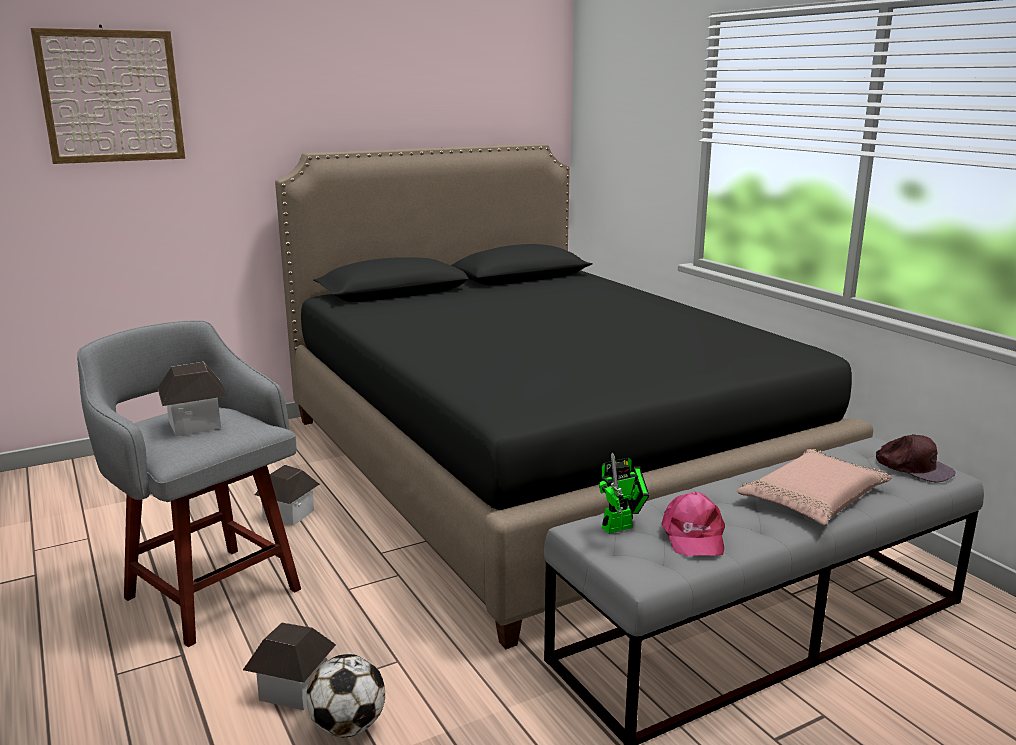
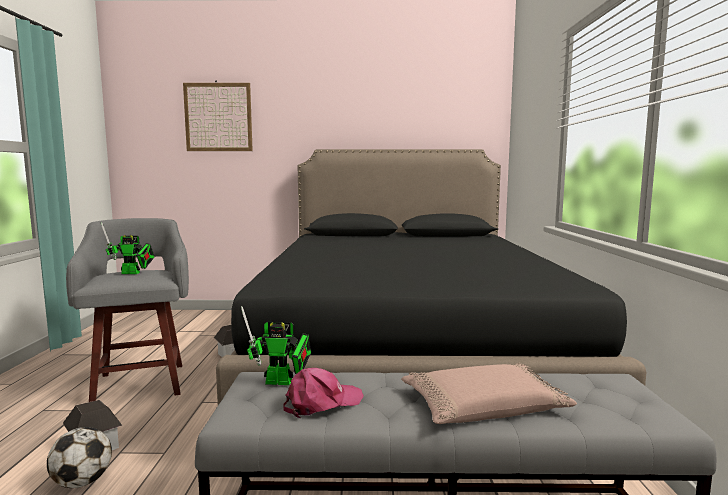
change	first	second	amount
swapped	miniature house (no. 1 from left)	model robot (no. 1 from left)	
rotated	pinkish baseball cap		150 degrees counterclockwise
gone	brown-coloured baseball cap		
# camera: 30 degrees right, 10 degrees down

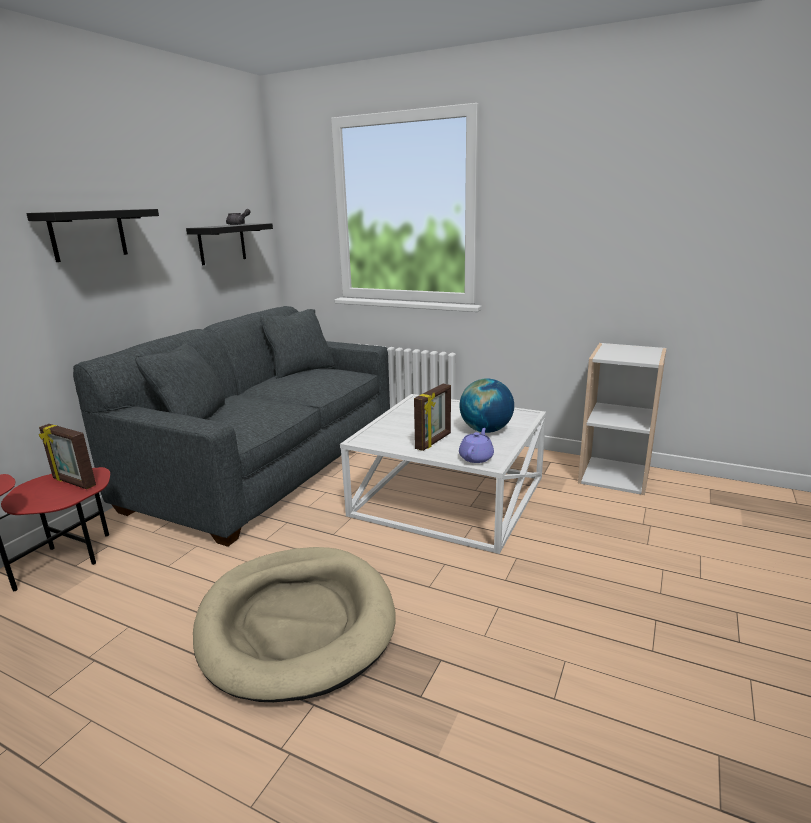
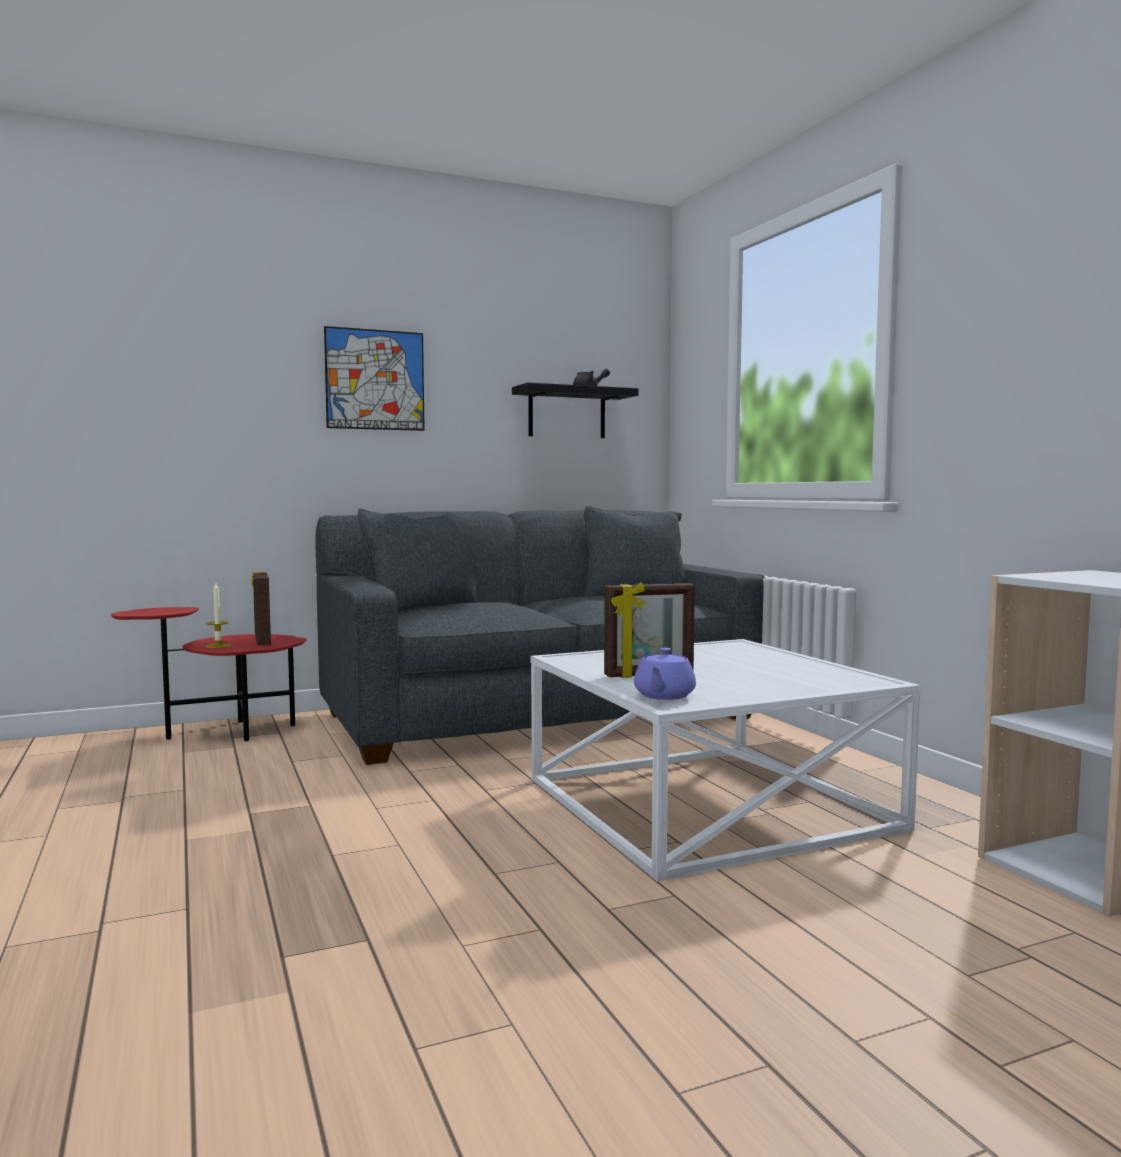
change	first	second	amount
new		candle	
swapped	black wall shelf (no. 1 from left)	wall picture	
rotated	purple tea pot		135 degrees clockwise
gone	beige-coloured dog cushion		
gone	globe		
# camera: 40 degrees right, 15 degrees down

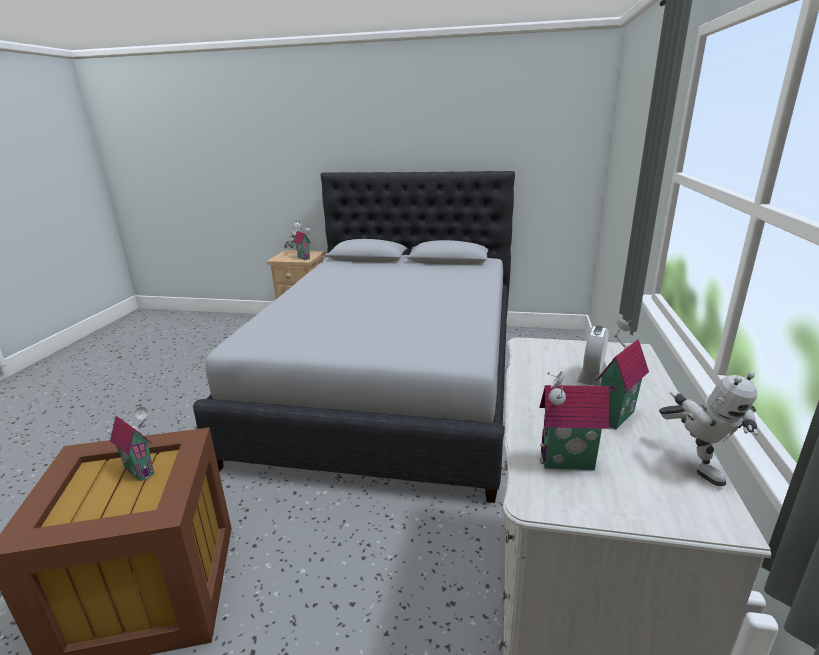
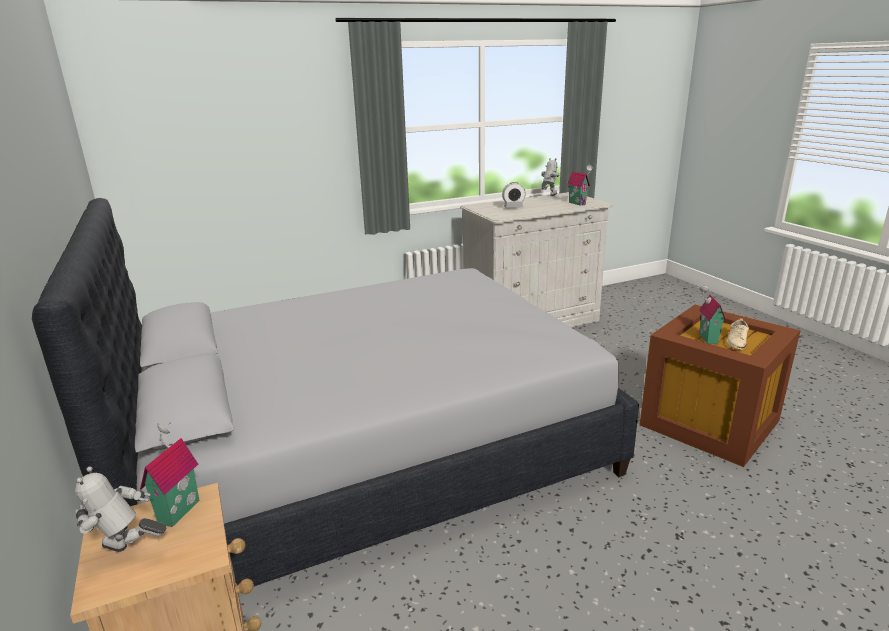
change	first	second	amount
new		beige-coloured item of footwear	
gone	miniature house (no. 4 from left)		
# camera: 125 degrees left, 0 degrees up

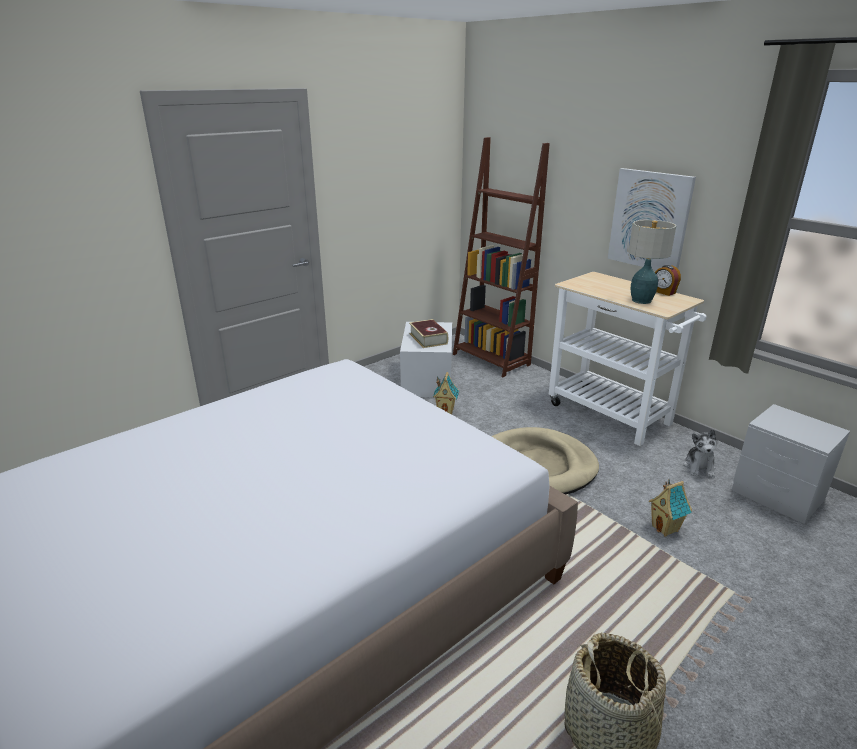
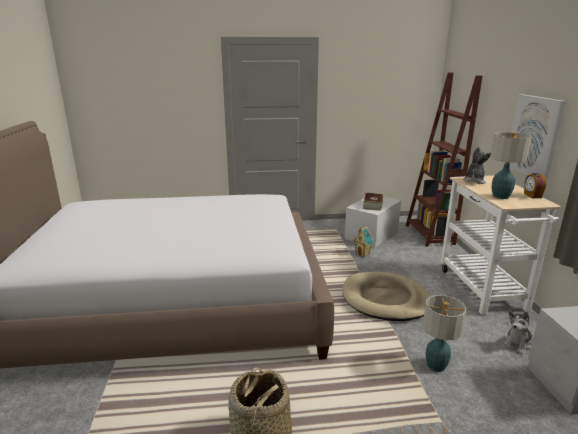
change	first	second	amount
swapped	miniature house (no. 2 from left)	tabletop lamp (no. 1 from left)	
new		soft toy (no. 1 from left)	
# camera: 35 degrees right, 5 degrees down

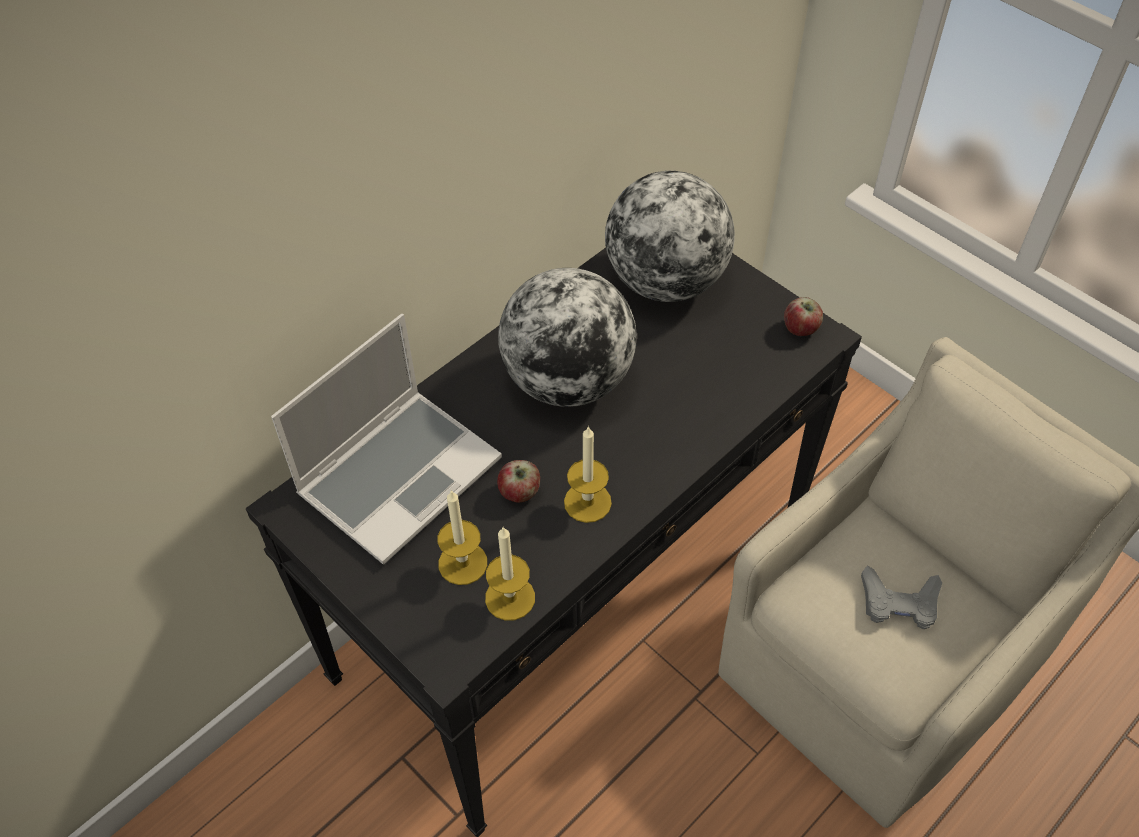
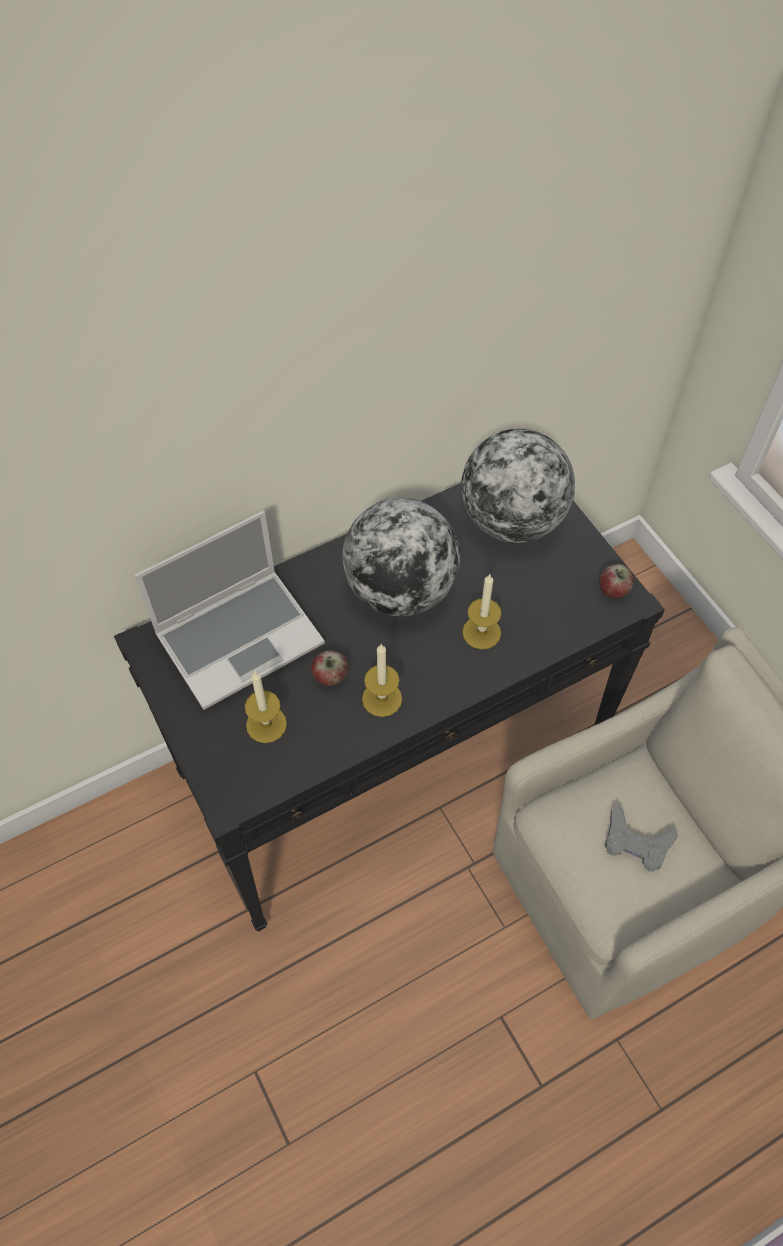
change	first	second	amount
shifted	candle (no. 2 from left in the first image)	candle (no. 3 from left)	
# camera: 15 degrees right, 5 degrees up

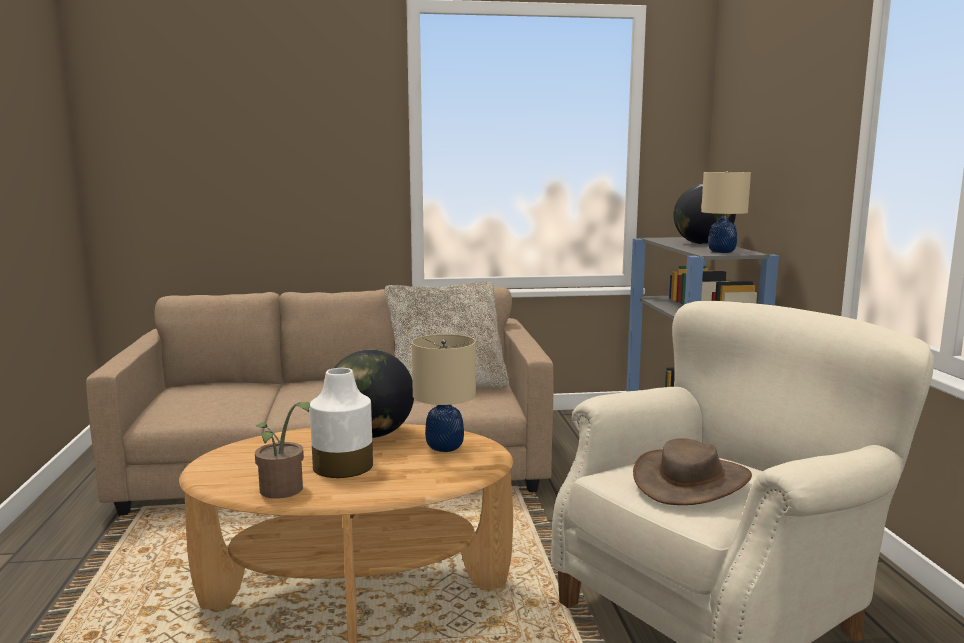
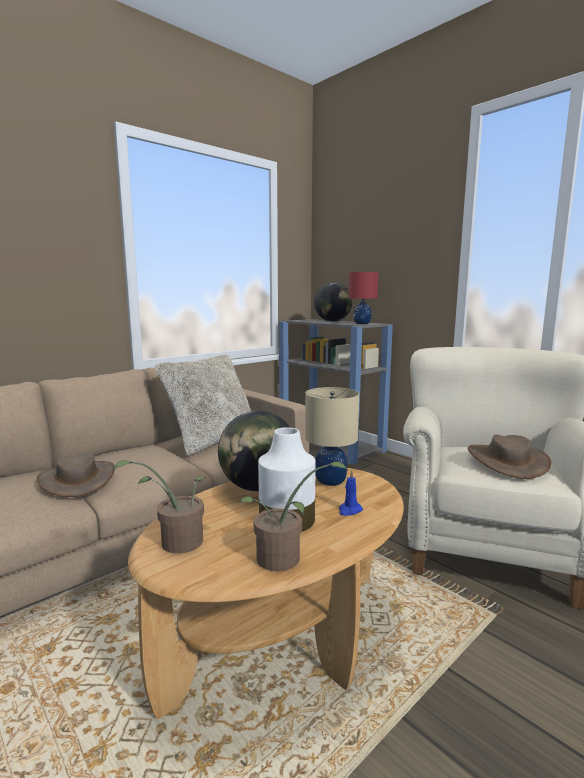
change	first	second	amount
new		brown-coloured clothing hat (no. 1 from left)	
new		potted plant (no. 1 from left)	
new		bluish candle	
repainted	beige-coloured tabletop lamp (no. 2 from left)	red-coloured tabletop lamp	
# camera: 35 degrees left, 0 degrees up

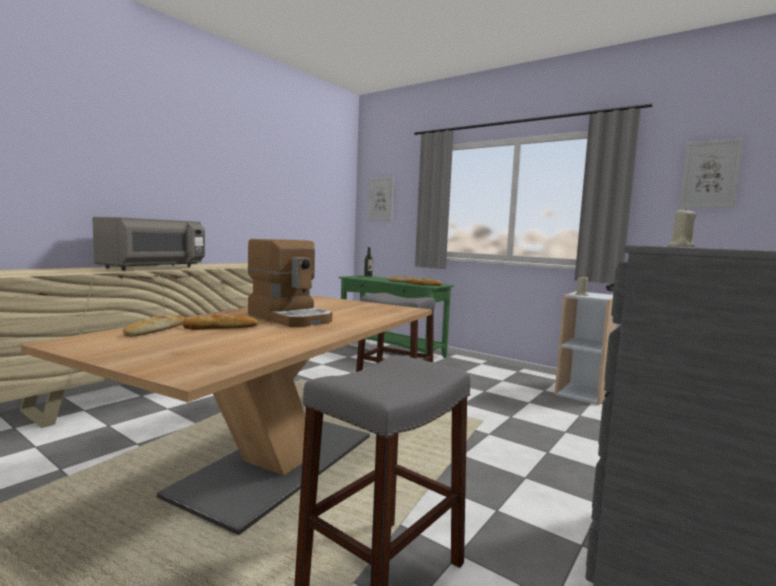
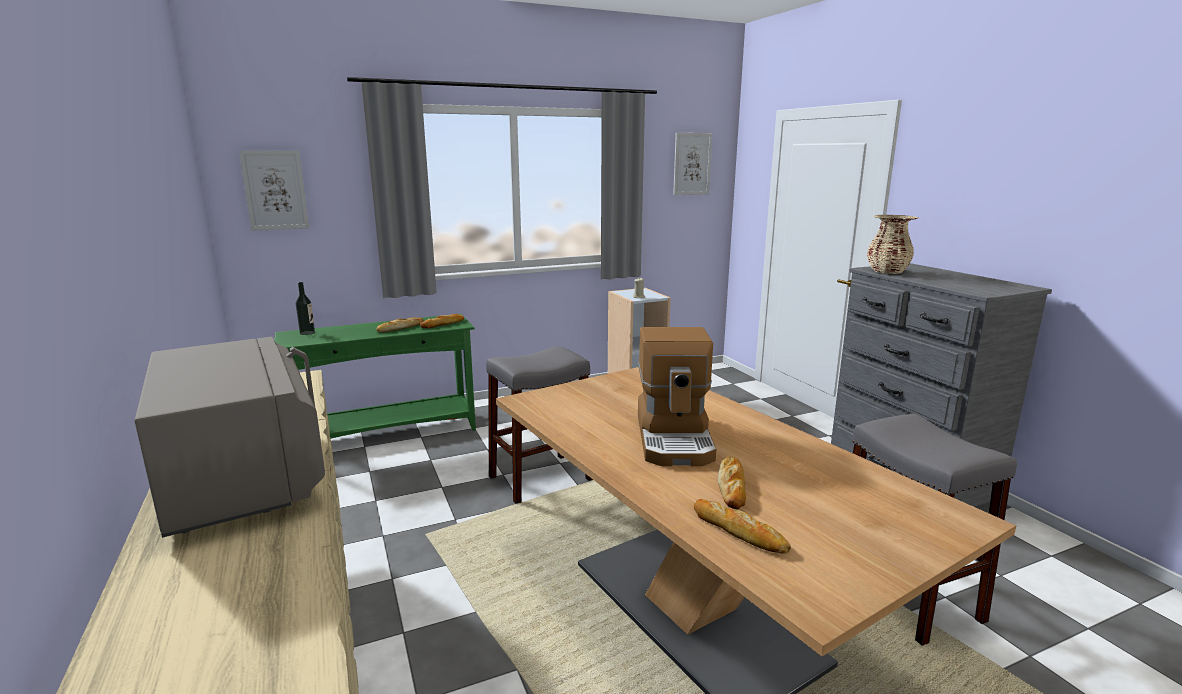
change	first	second	amount
rotated	coffee maker		105 degrees clockwise
swapped	beige-coloured candle (no. 2 from left)	beige-coloured vase	
# camera: 60 degrees left, 10 degrees up

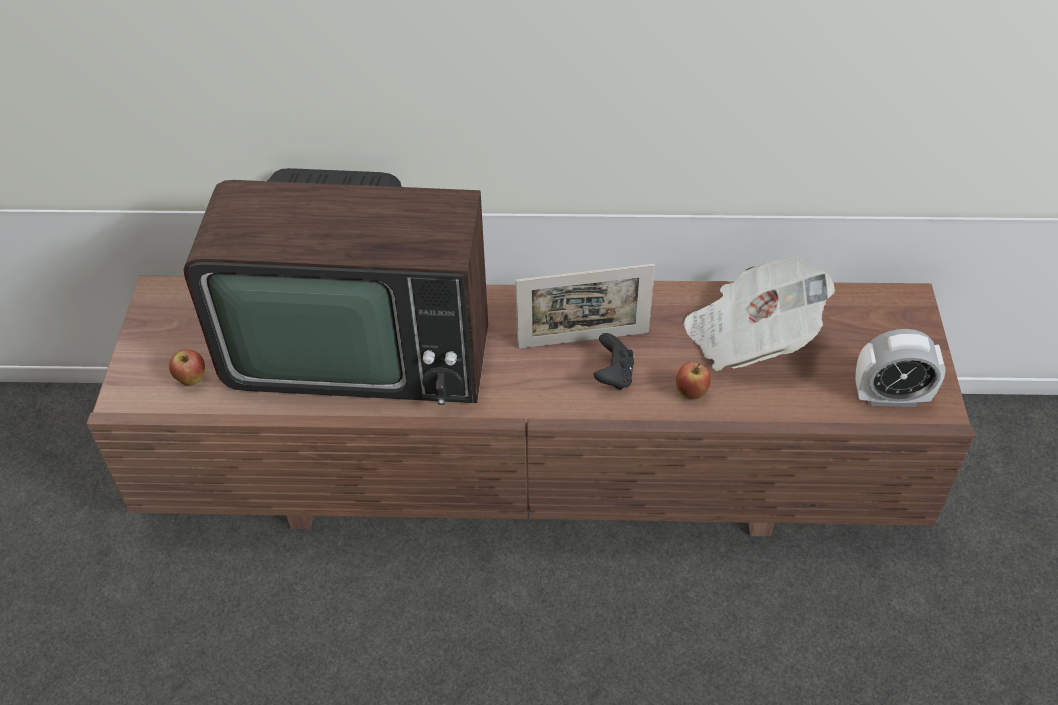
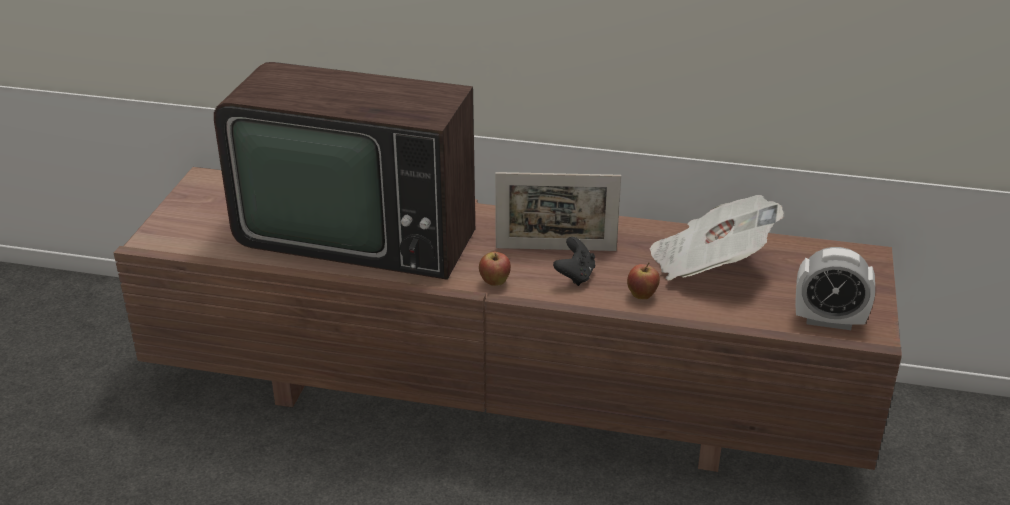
change	first	second	amount
shifted	whole apple (no. 1 from left)		
# camera: 10 degrees right, 15 degrees down

